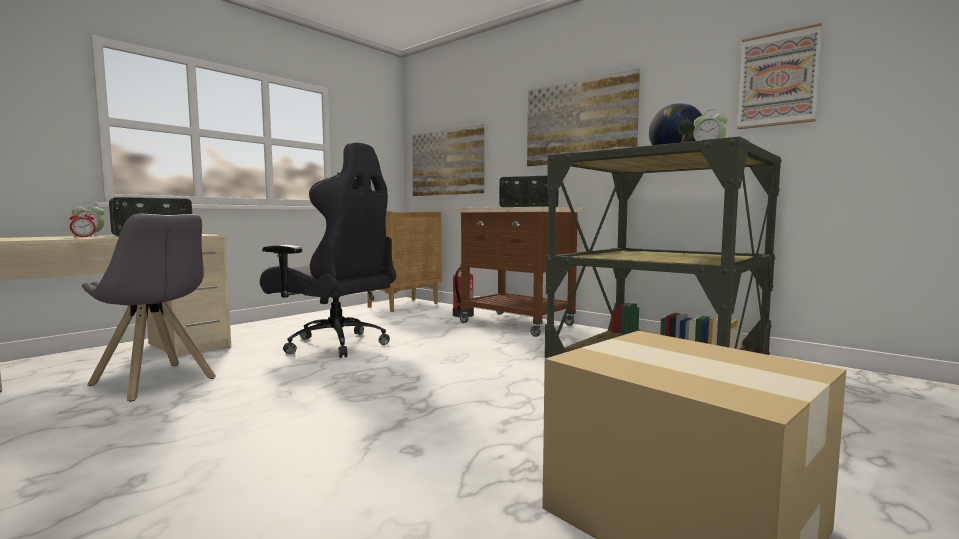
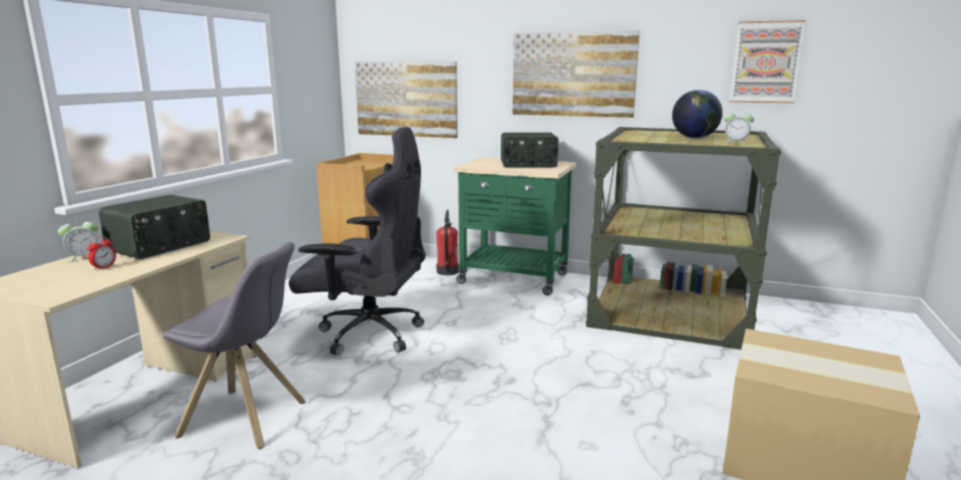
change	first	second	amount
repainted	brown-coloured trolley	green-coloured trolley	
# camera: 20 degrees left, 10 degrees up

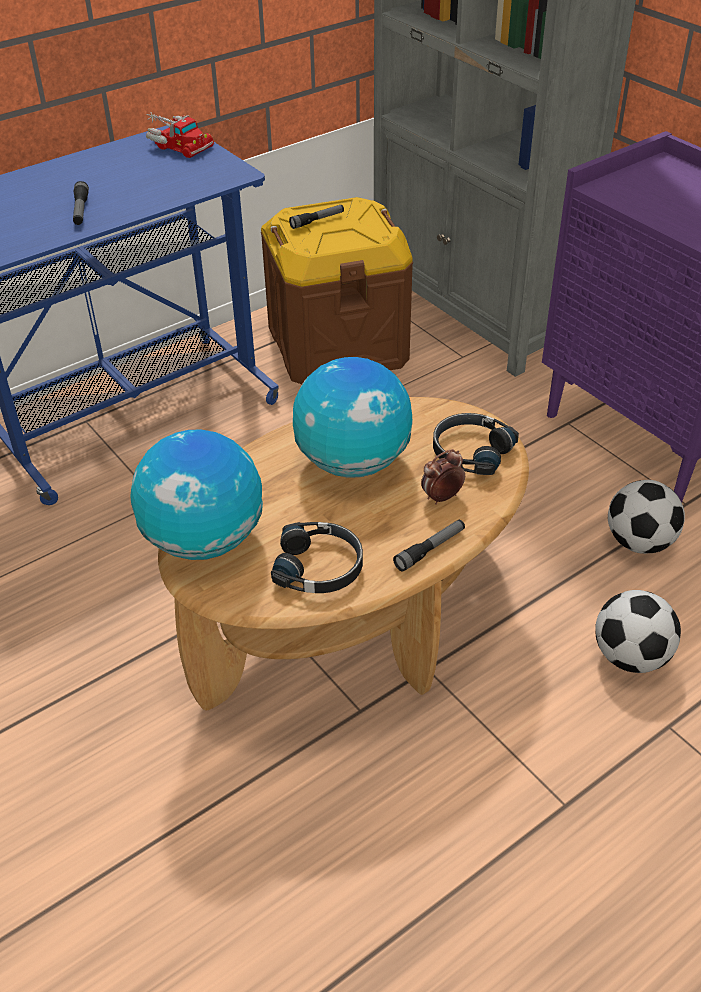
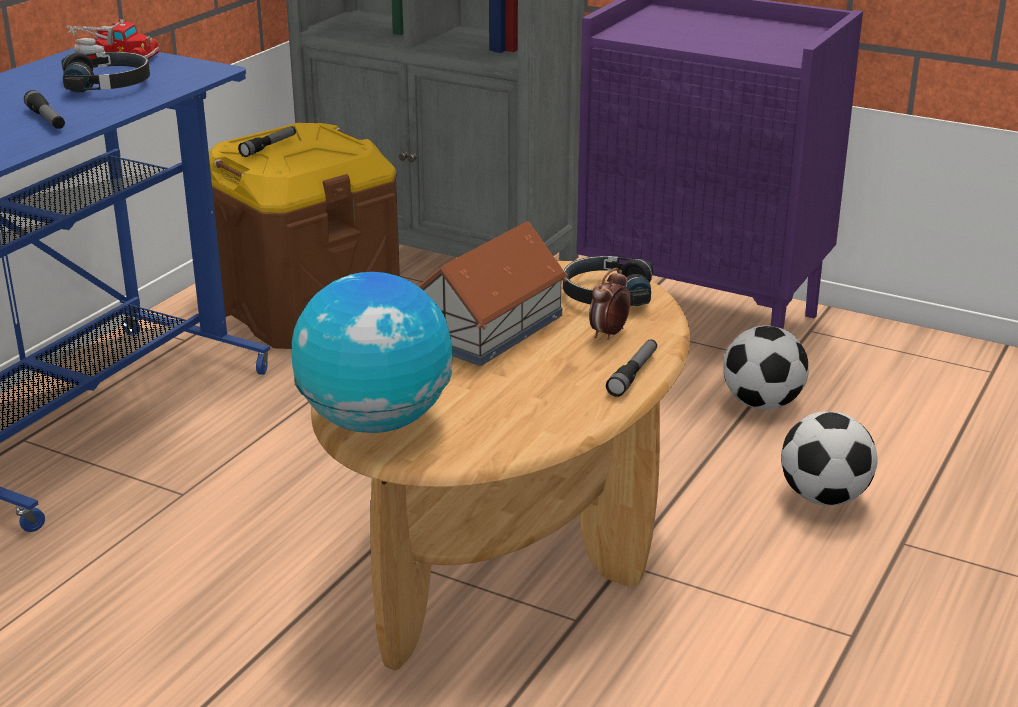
change	first	second	amount
shifted	black headphones (no. 1 from left)		
swapped	globe (no. 2 from left)	miniature house	
# camera: 25 degrees left, 15 degrees down

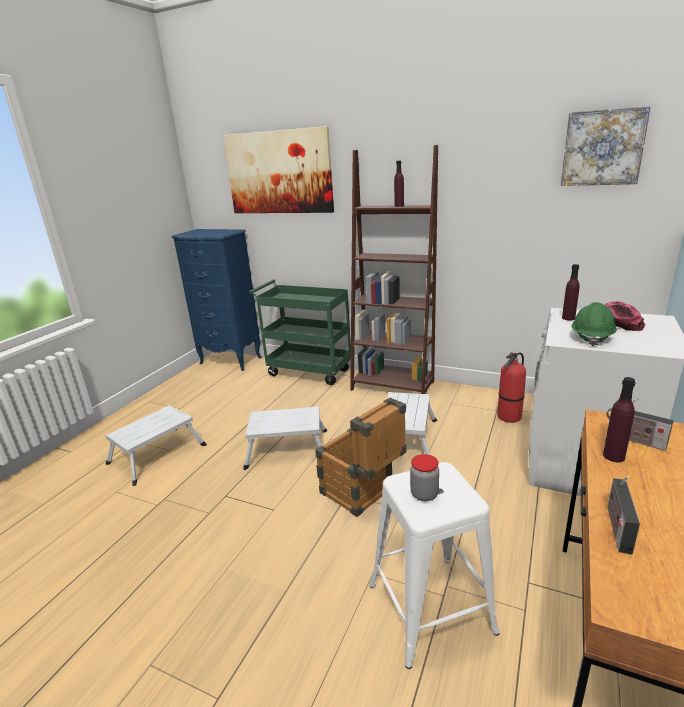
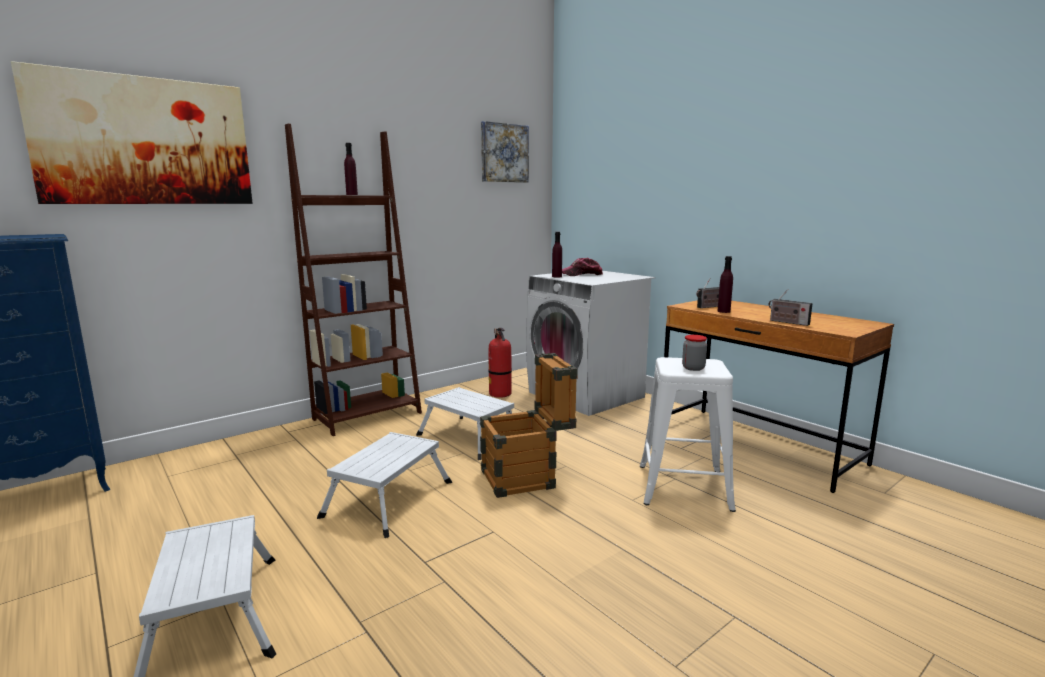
change	first	second	amount
gone	green-coloured trolley		
gone	green-coloured work helmet		
# camera: 65 degrees left, 10 degrees down

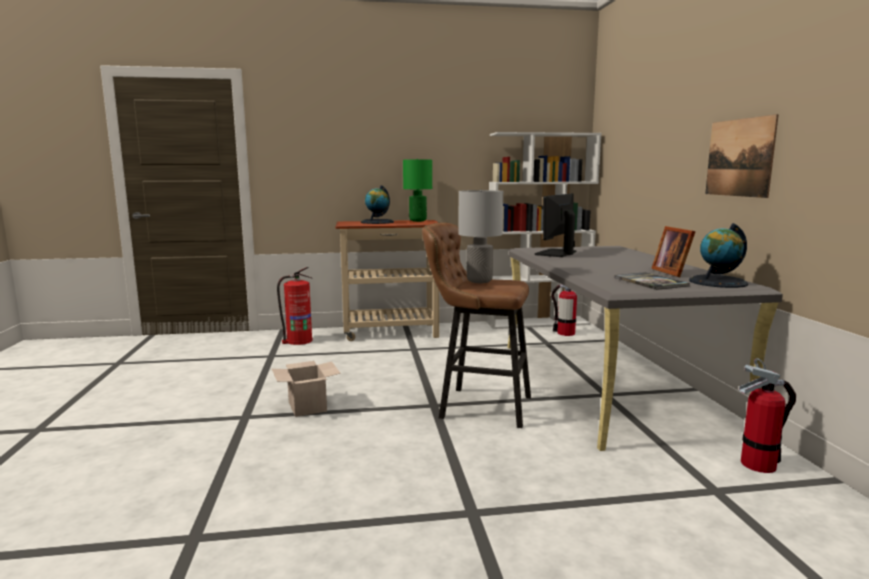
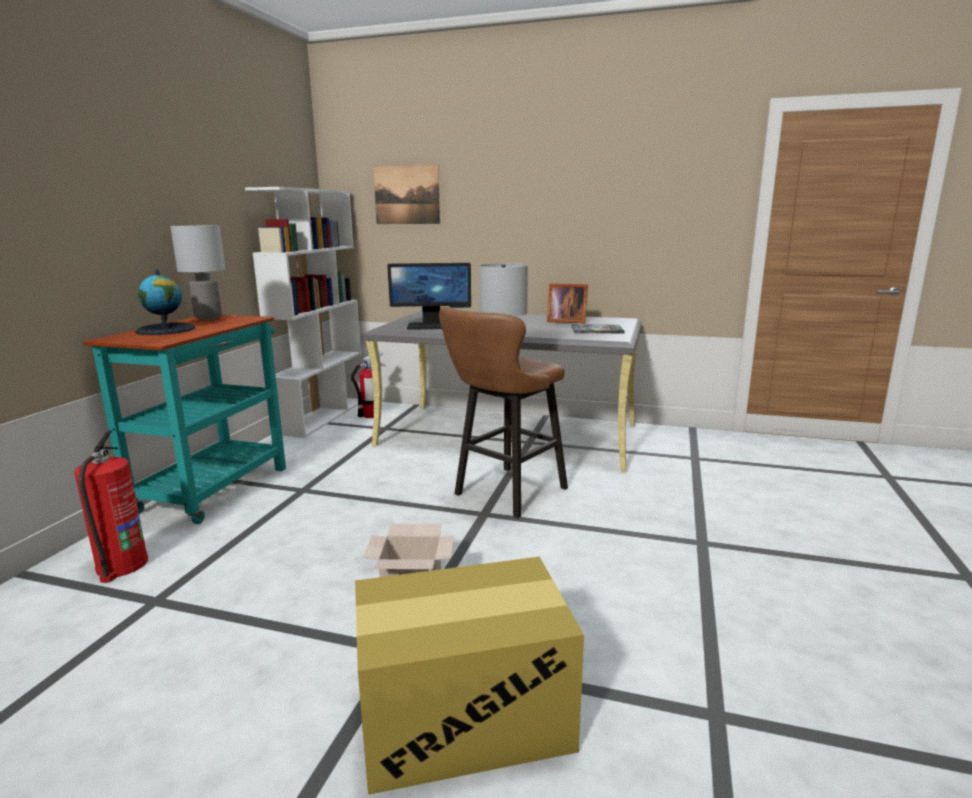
change	first	second	amount
repainted	beige-coloured trolley	blue-green trolley	
repainted	green-coloured tabletop lamp	gray tabletop lamp (no. 1 from left)	
new		packing box (no. 2 from left)	
shifted	wall picture		
rotated	monitor		60 degrees counterclockwise
gone	globe (no. 2 from left)		
gone	fire-fighting cylinder (no. 3 from left)		
# camera: 65 degrees left, 5 degrees up

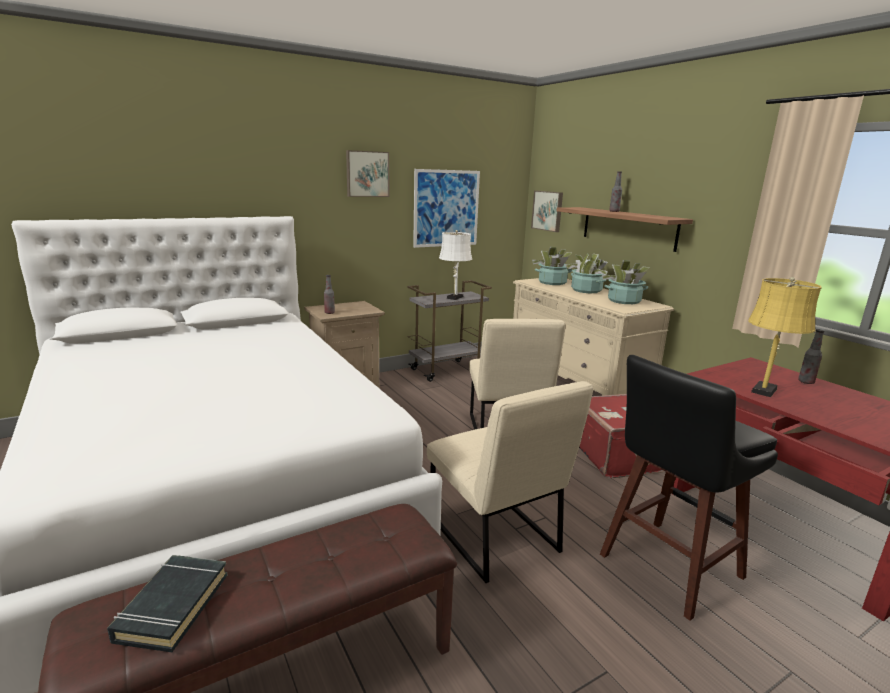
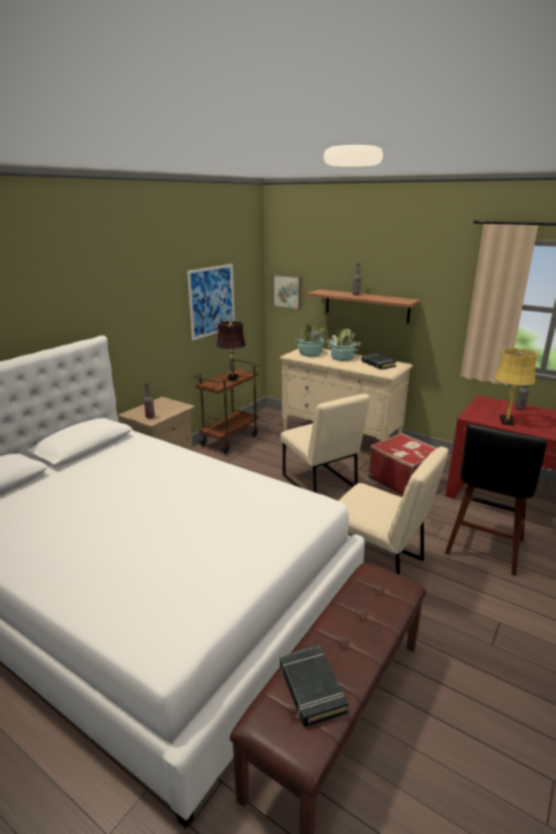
change	first	second	amount
repainted	gray trolley	brown-coloured trolley	
repainted	white tabletop lamp	brown-coloured tabletop lamp	
swapped	potted plant (no. 3 from left)	black bound book (no. 2 from left)	
gone	wall picture (no. 1 from left)		
# camera: 25 degrees left, 5 degrees up

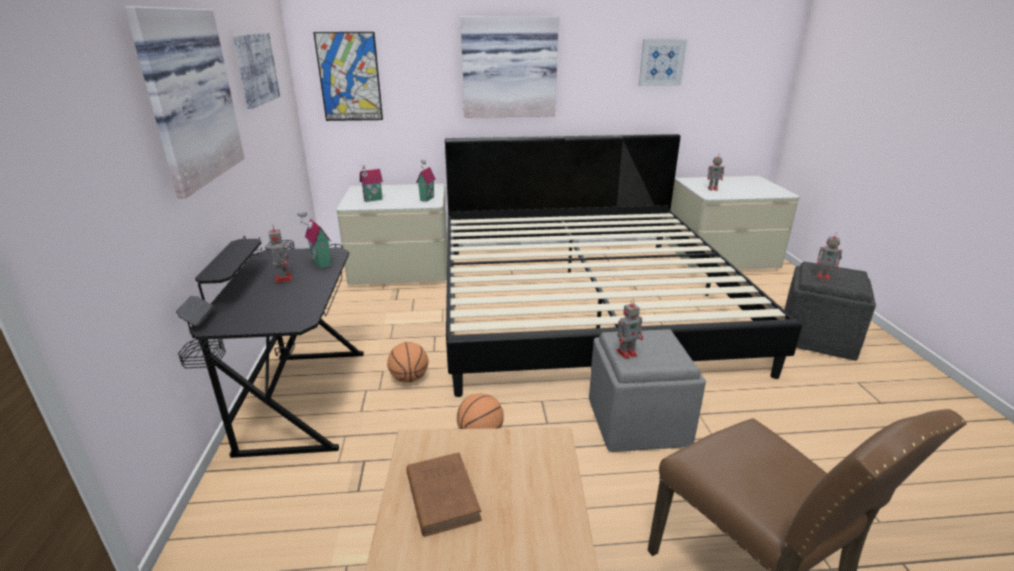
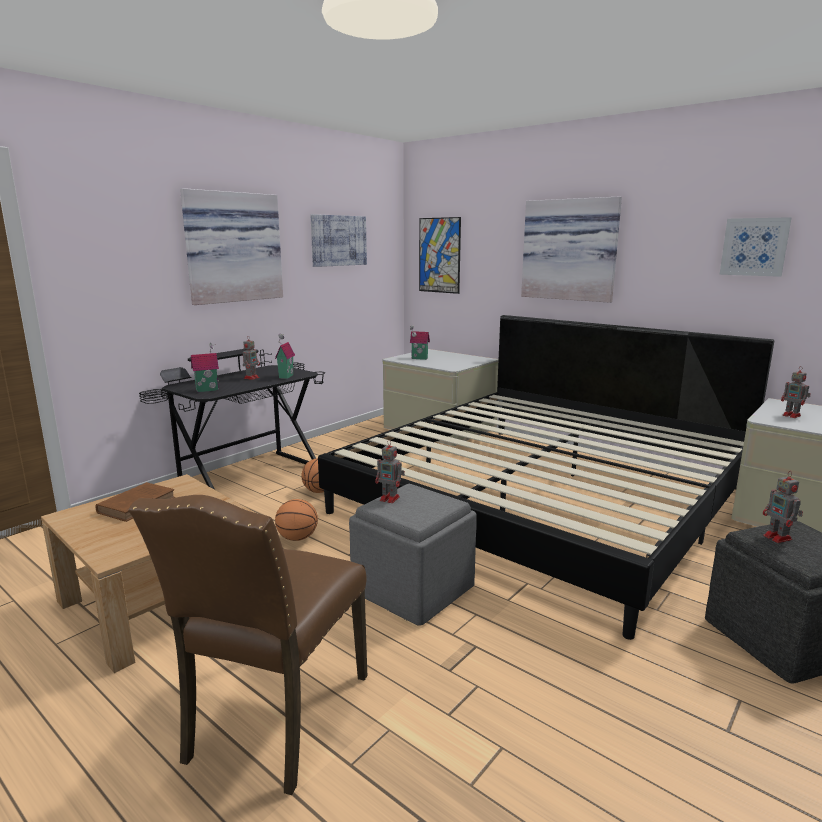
change	first	second	amount
shifted	miniature house (no. 3 from left in the first image)	miniature house (no. 1 from left)	
# camera: 45 degrees right, 10 degrees down

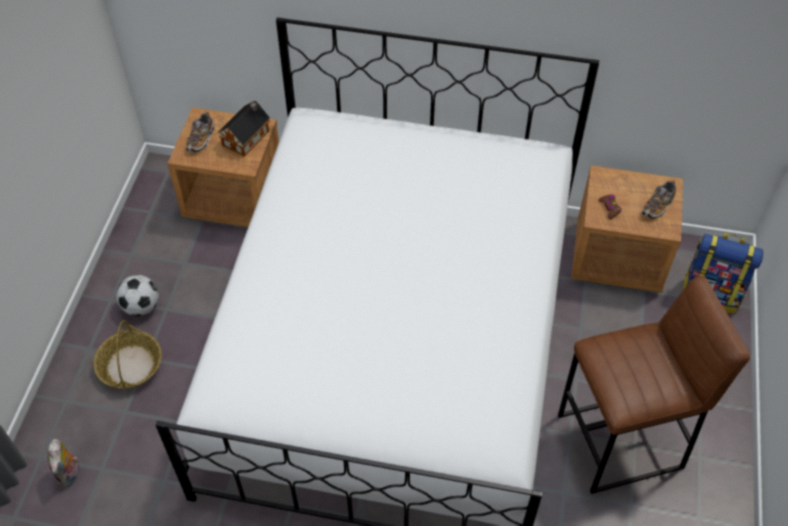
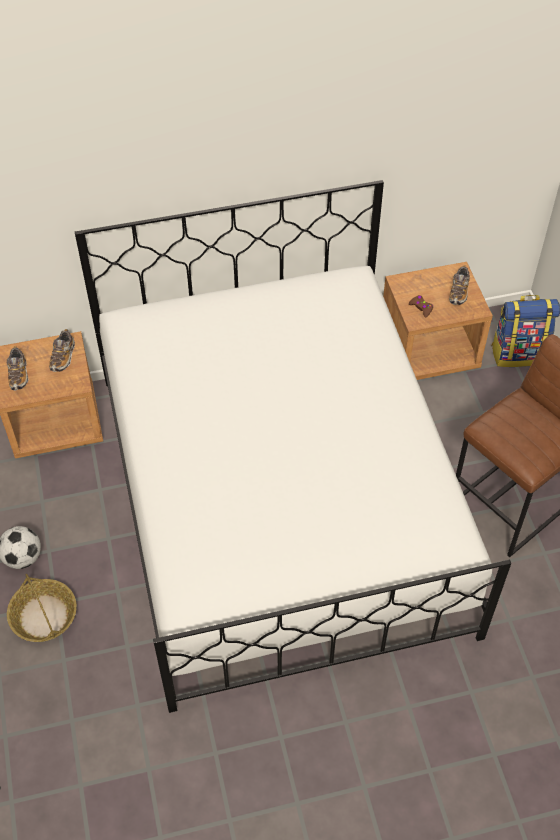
change	first	second	amount
swapped	miniature house	item of footwear (no. 2 from left)	
gone	soft toy		
# camera: 25 degrees left, 0 degrees up

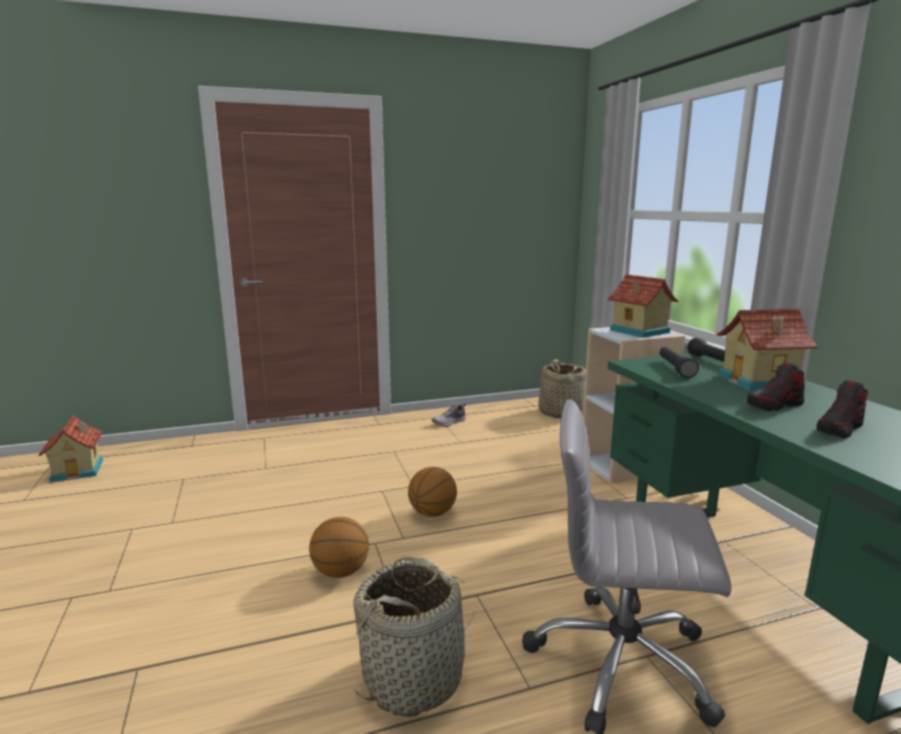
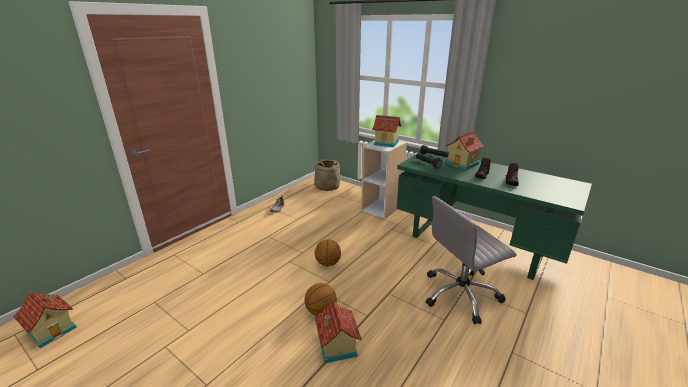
change	first	second	amount
new		miniature house (no. 2 from left)	
gone	storage basket (no. 1 from left)		
# camera: 35 degrees left, 10 degrees up

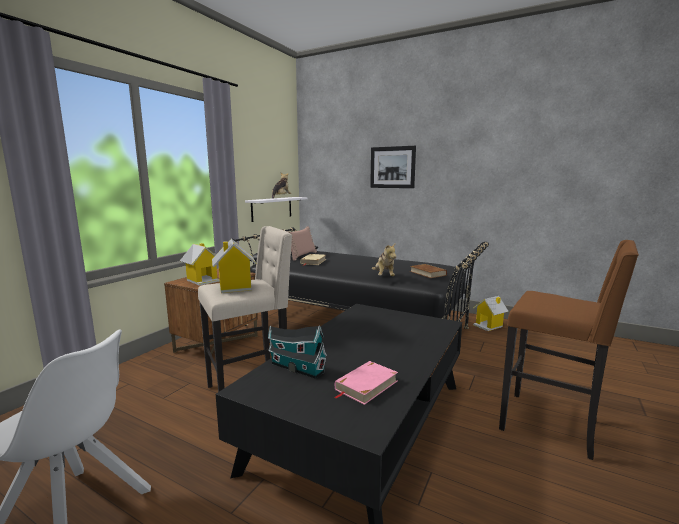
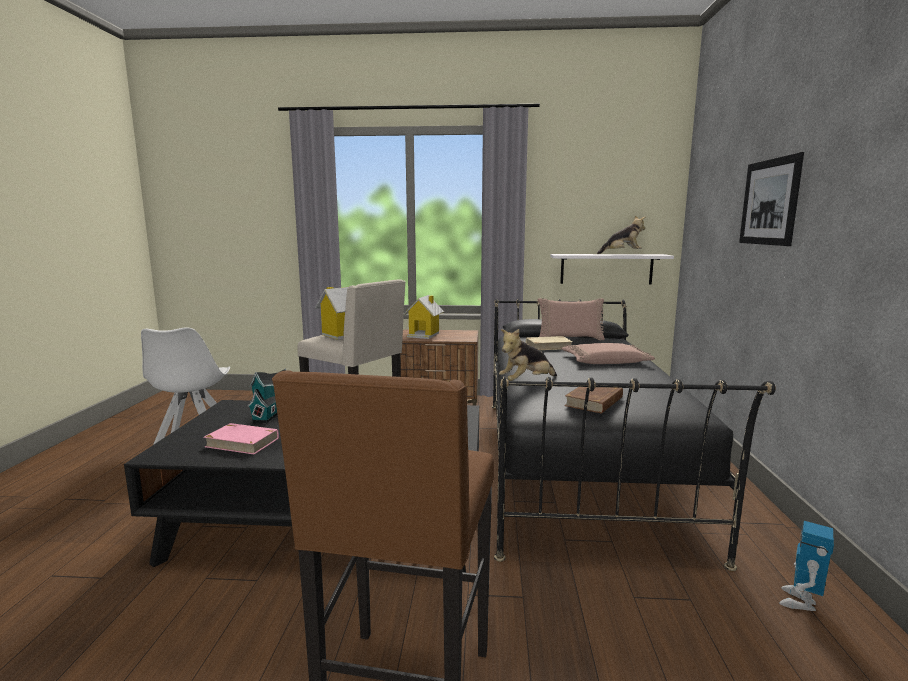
change	first	second	amount
new		beige-coloured throw pillow (no. 2 from left)	
swapped	miniature house (no. 4 from left)	model robot	
# camera: 65 degrees right, 0 degrees up

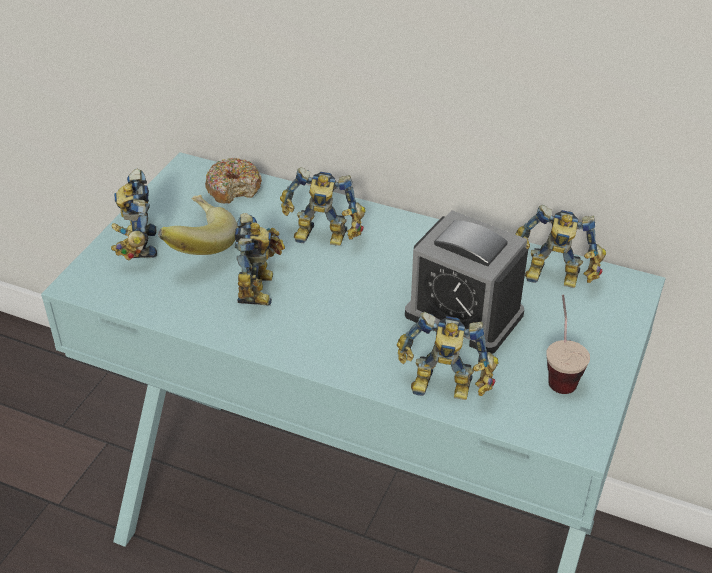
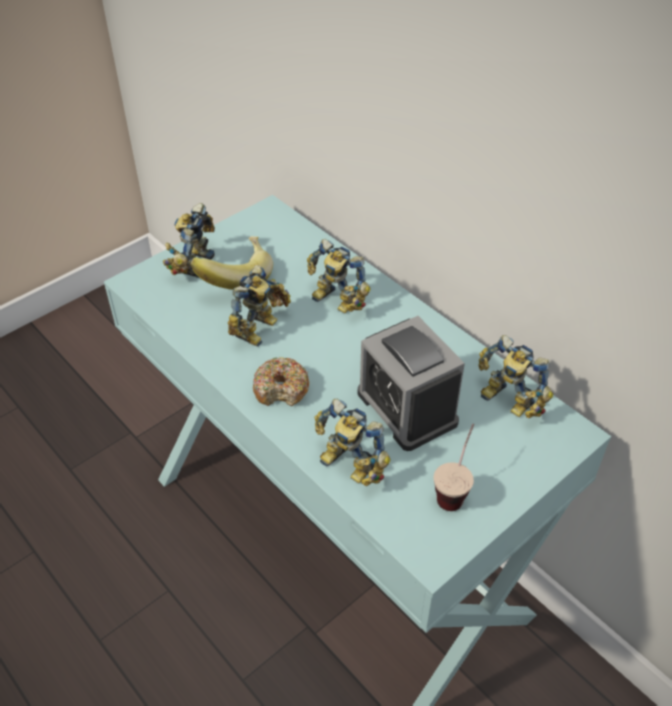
change	first	second	amount
shifted	ring doughnut		
# camera: 25 degrees right, 5 degrees up

